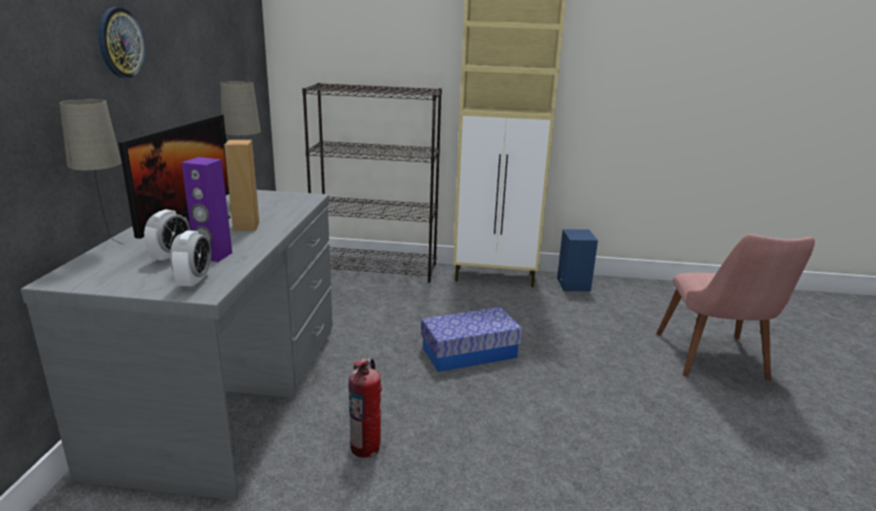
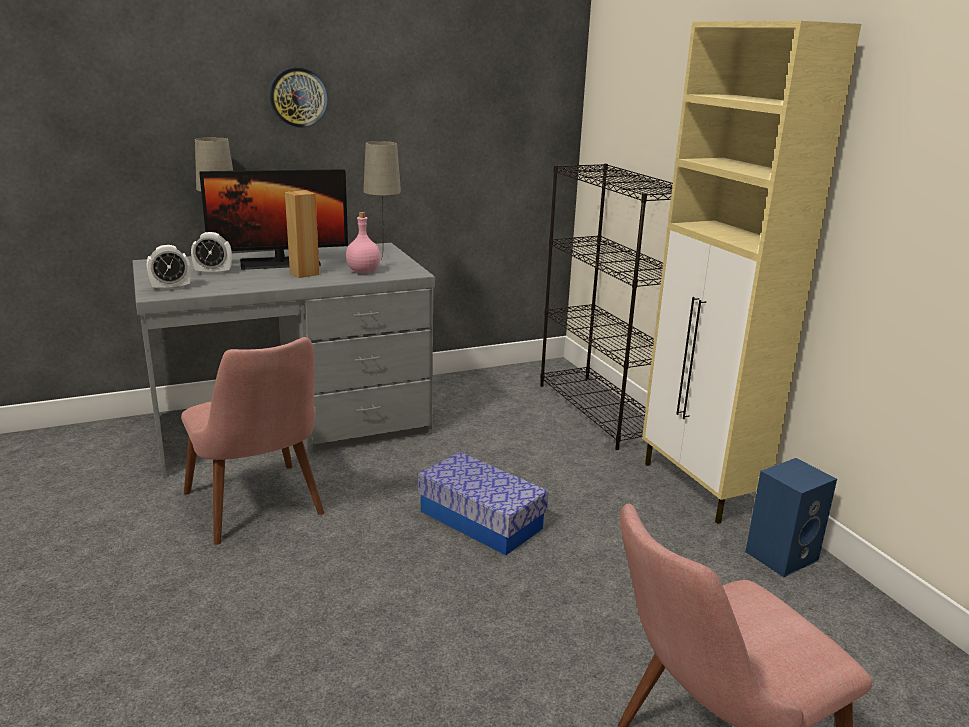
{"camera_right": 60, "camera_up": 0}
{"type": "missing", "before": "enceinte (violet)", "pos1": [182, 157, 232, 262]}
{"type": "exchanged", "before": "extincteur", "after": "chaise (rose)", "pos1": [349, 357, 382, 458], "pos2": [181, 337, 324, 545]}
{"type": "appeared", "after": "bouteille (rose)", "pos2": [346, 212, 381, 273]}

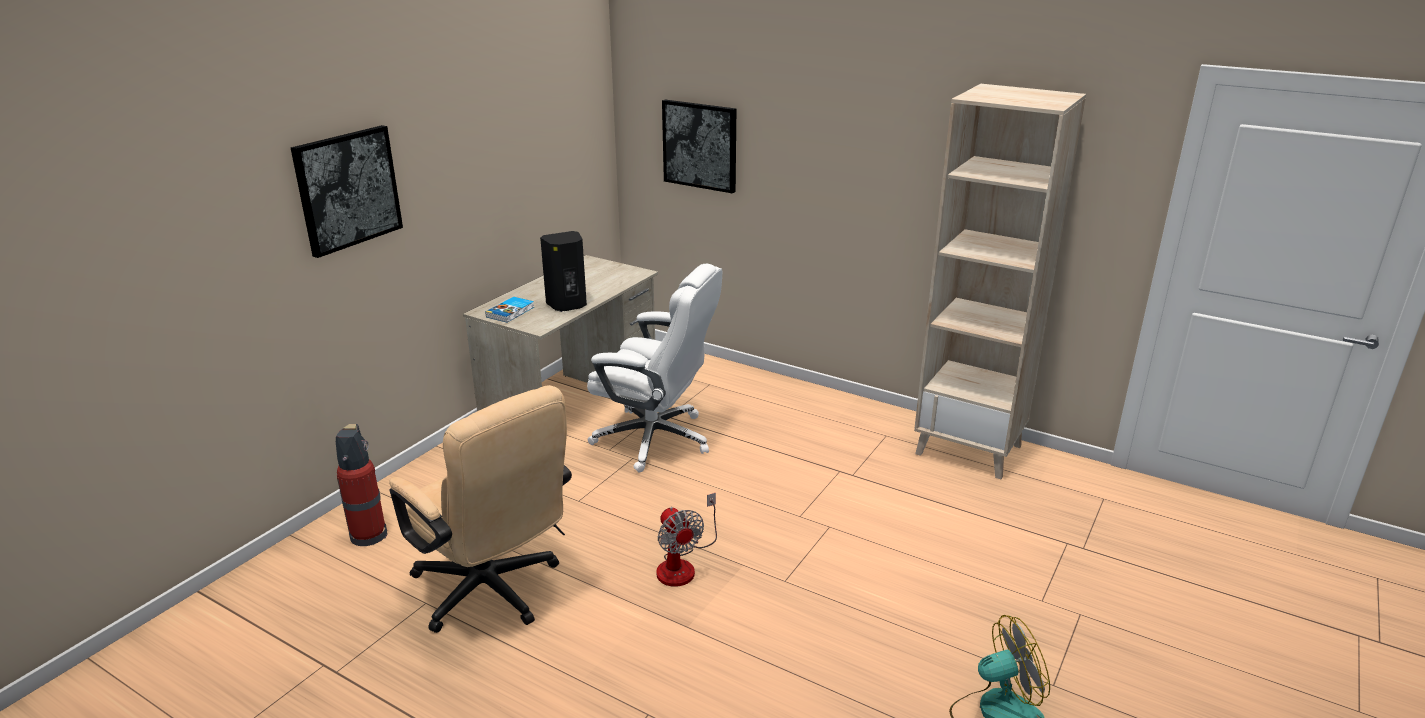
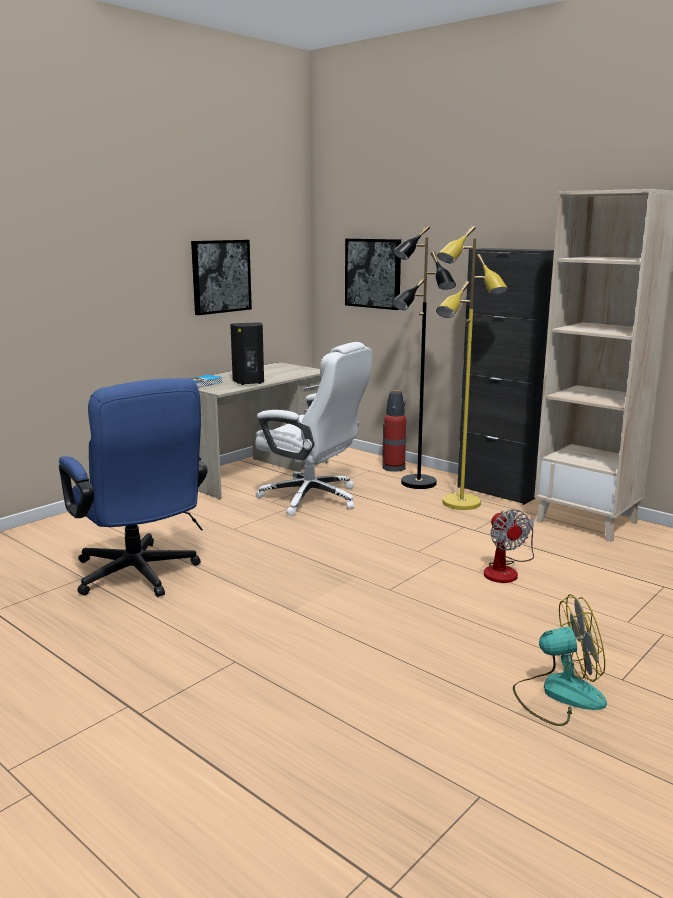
{"camera_right": 10, "camera_up": -10}
{"type": "relocated", "before": "tableau", "pos1": [291, 125, 403, 258], "pos2": [191, 240, 252, 315]}
{"type": "relocated", "before": "extincteur", "pos1": [336, 424, 388, 546], "pos2": [382, 390, 407, 472]}
{"type": "colour", "before": "chaise de bureau (beige)", "after": "chaise de bureau (bleu)", "pos1": [390, 385, 572, 633], "pos2": [59, 378, 208, 597]}
{"type": "relocated", "before": "ventilateur", "pos1": [656, 493, 717, 587], "pos2": [484, 509, 534, 583]}
{"type": "appeared", "after": "lampadaire (noir)", "pos2": [392, 225, 456, 489]}
{"type": "appeared", "after": "lampadaire (jaune)", "pos2": [436, 225, 508, 510]}
{"type": "appeared", "after": "meuble de rangement (noir)", "pos2": [457, 248, 554, 505]}

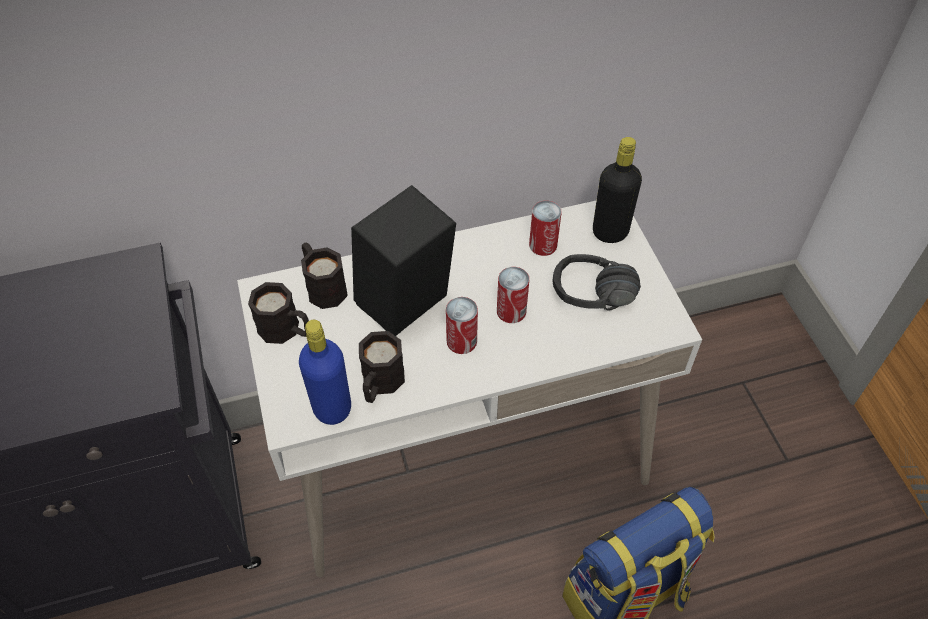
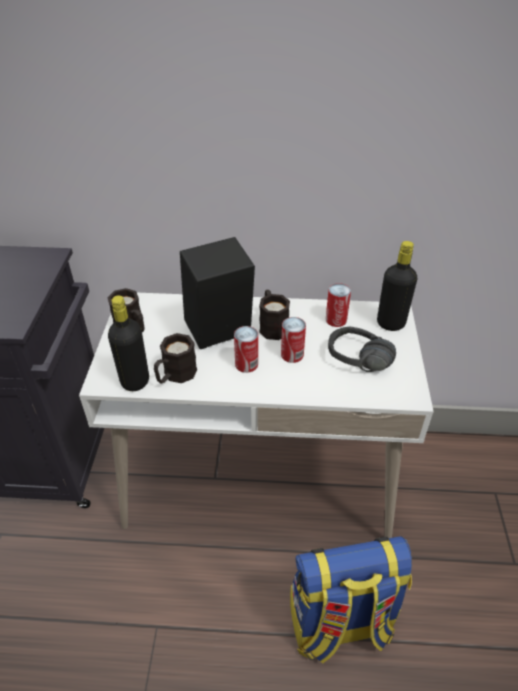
{"camera_right": 20, "camera_up": -10}
{"type": "colour", "before": "bouteille (bleu)", "after": "bouteille (noir)", "pos1": [299, 320, 351, 425], "pos2": [108, 295, 149, 391]}
{"type": "relocated", "before": "mug (noir)", "pos1": [301, 242, 348, 309], "pos2": [259, 290, 290, 340]}

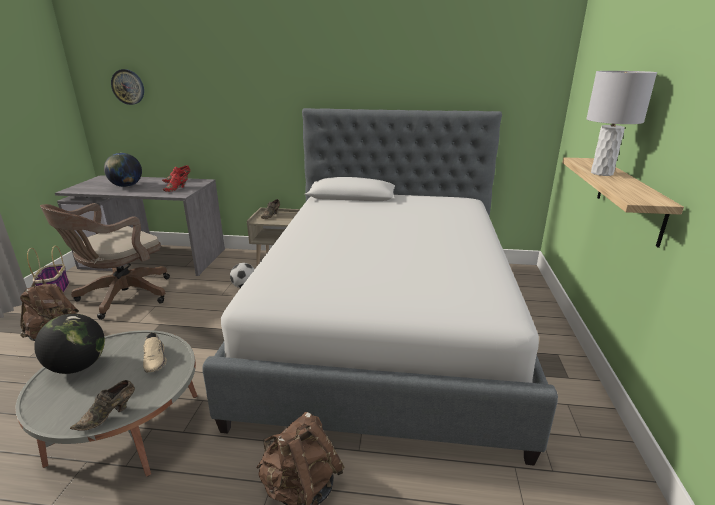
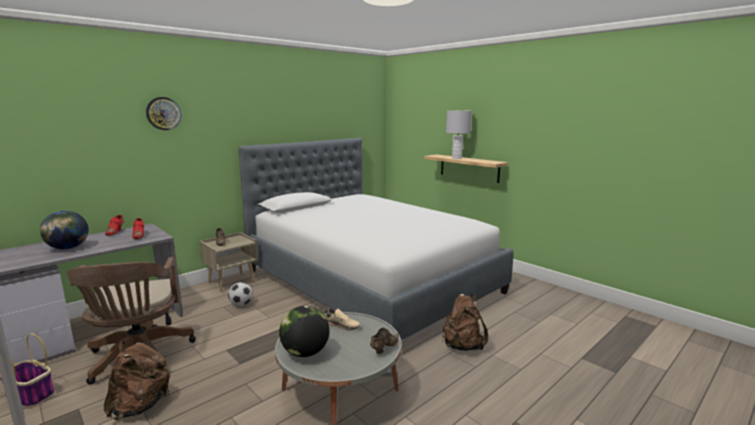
{"camera_right": -50, "camera_up": -10}
{"type": "spun", "before": "chaussure (marron)", "pos1": [70, 380, 135, 431], "pos2": [370, 328, 399, 354], "turn": -135}
{"type": "relocated", "before": "horloge murale", "pos1": [111, 69, 144, 105], "pos2": [146, 97, 182, 130]}

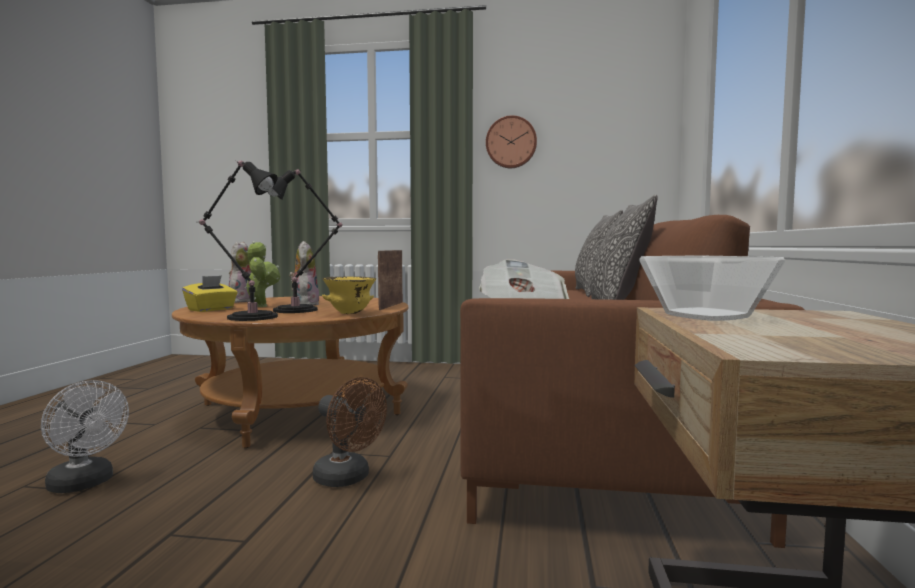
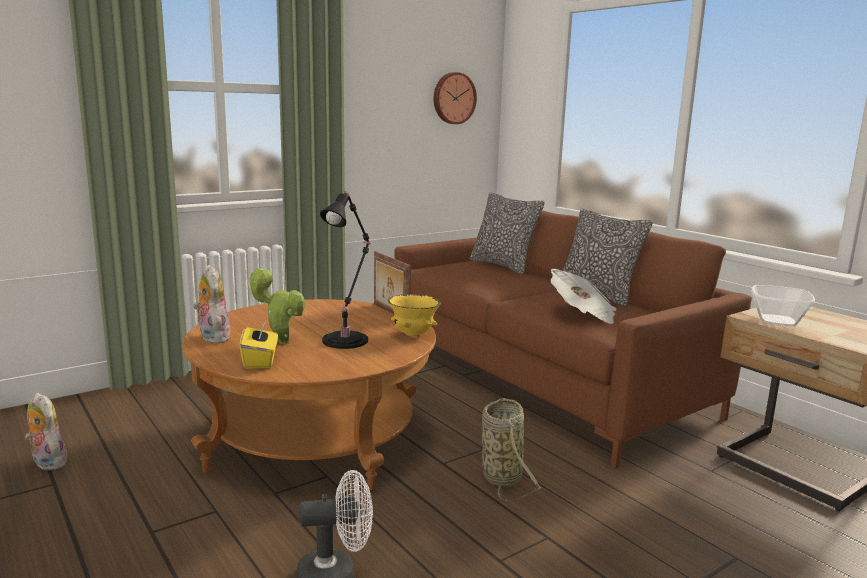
{"camera_right": -45, "camera_up": 10}
{"type": "missing", "before": "lampe de table (noir)", "pos1": [199, 161, 278, 321]}
{"type": "relocated", "before": "peluche", "pos1": [289, 241, 319, 306], "pos2": [25, 393, 67, 470]}
{"type": "exchanged", "before": "ventilateur (marron)", "after": "panier", "pos1": [313, 377, 387, 487], "pos2": [482, 398, 541, 501]}
{"type": "relocated", "before": "horloge murale", "pos1": [486, 115, 537, 168], "pos2": [434, 72, 477, 124]}

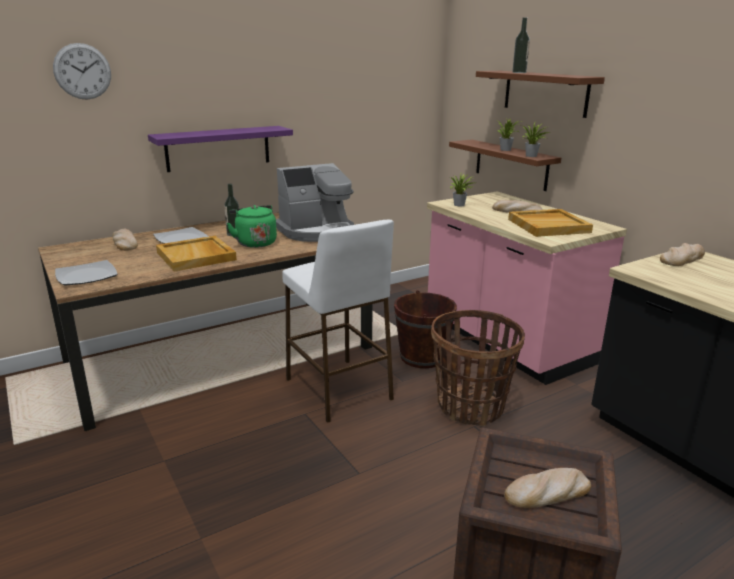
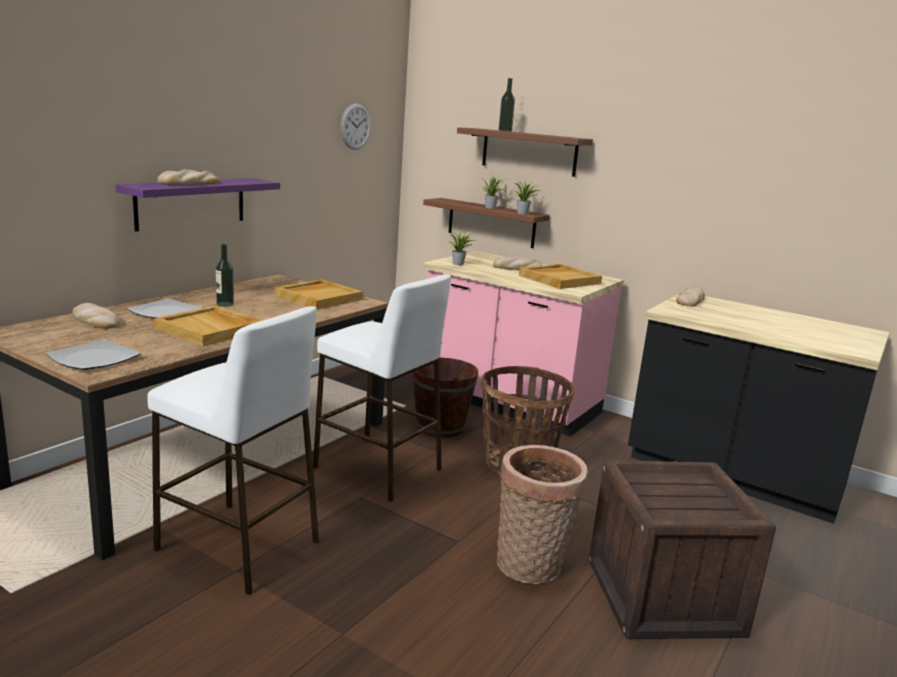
{"camera_right": -25, "camera_up": -5}
{"type": "relocated", "before": "horloge murale", "pos1": [53, 43, 111, 100], "pos2": [341, 103, 371, 150]}
{"type": "missing", "before": "bouilloire (vert)", "pos1": [227, 205, 277, 248]}
{"type": "exchanged", "before": "machine à café", "after": "plateau (beige)", "pos1": [276, 163, 354, 242], "pos2": [275, 279, 363, 310]}
{"type": "relocated", "before": "pain", "pos1": [504, 468, 591, 508], "pos2": [157, 169, 220, 185]}
{"type": "appeared", "after": "tabouret (blanc)", "pos2": [147, 306, 319, 595]}
{"type": "appeared", "after": "panier", "pos2": [497, 445, 588, 584]}

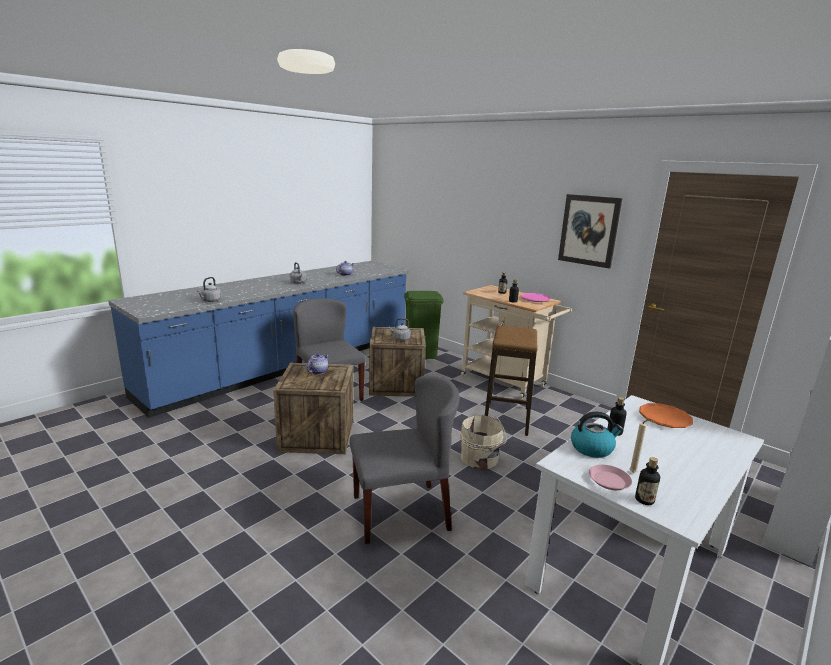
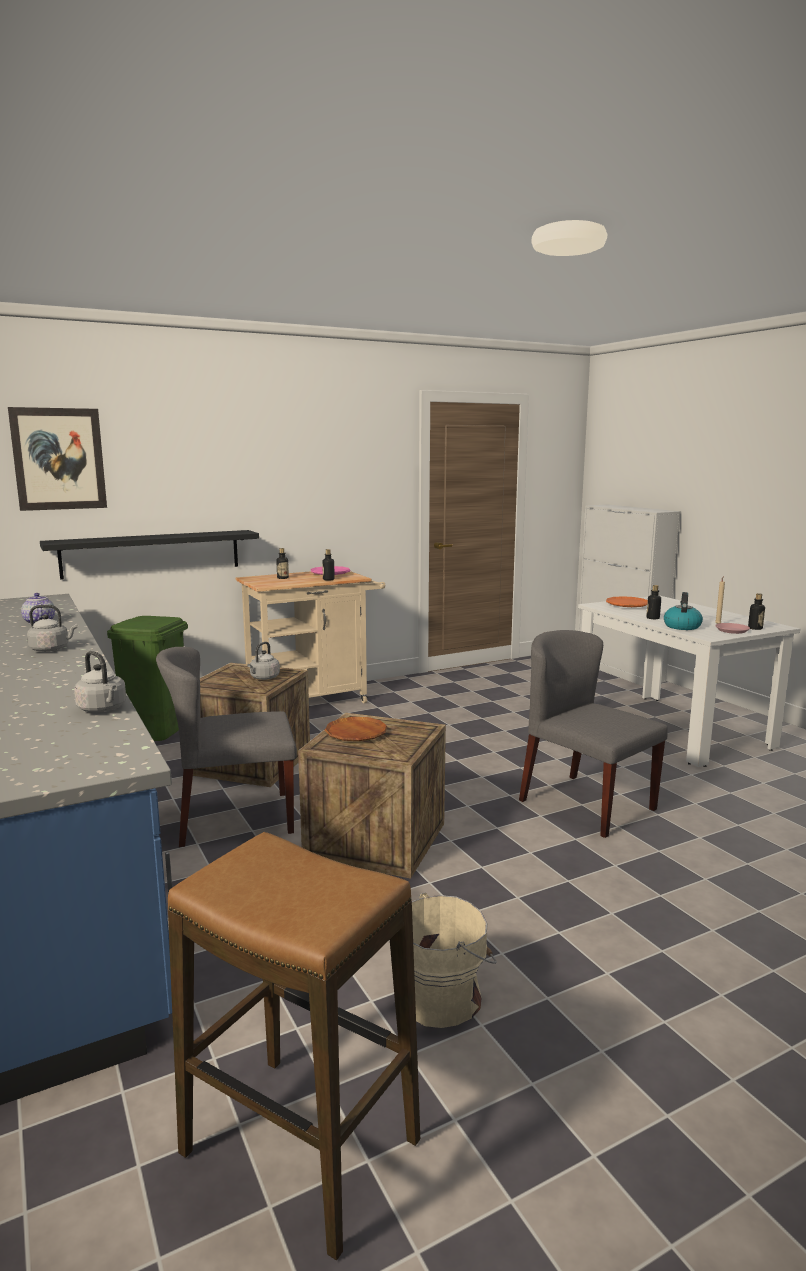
{"camera_right": -70, "camera_up": -5}
{"type": "exchanged", "before": "théière", "after": "assiette (marron)", "pos1": [306, 353, 329, 374], "pos2": [325, 717, 387, 741]}
{"type": "spun", "before": "chaise (gris)", "pos1": [349, 375, 460, 544], "pos2": [519, 630, 668, 838], "turn": -45}
{"type": "relocated", "before": "seau (beige)", "pos1": [460, 415, 507, 469], "pos2": [412, 892, 497, 1028]}
{"type": "relocated", "before": "tabouret", "pos1": [485, 325, 538, 436], "pos2": [168, 832, 420, 1260]}
{"type": "relocated", "before": "tableau", "pos1": [558, 194, 622, 269], "pos2": [8, 407, 107, 511]}
{"type": "appeared", "after": "étagère (noir)", "pos2": [40, 530, 259, 580]}

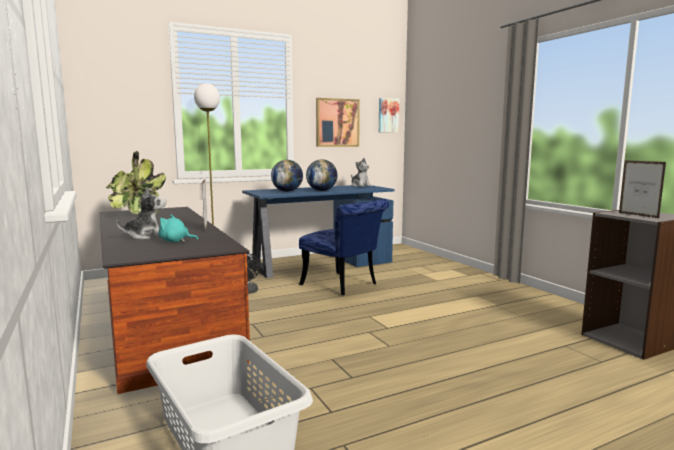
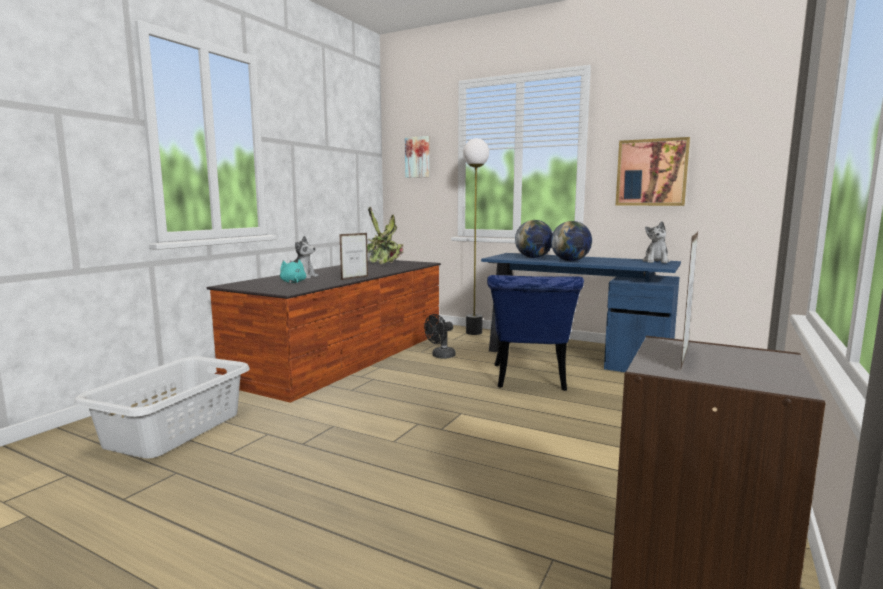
{"camera_right": 55, "camera_up": 0}
{"type": "relocated", "before": "tableau", "pos1": [379, 98, 399, 133], "pos2": [405, 136, 429, 178]}

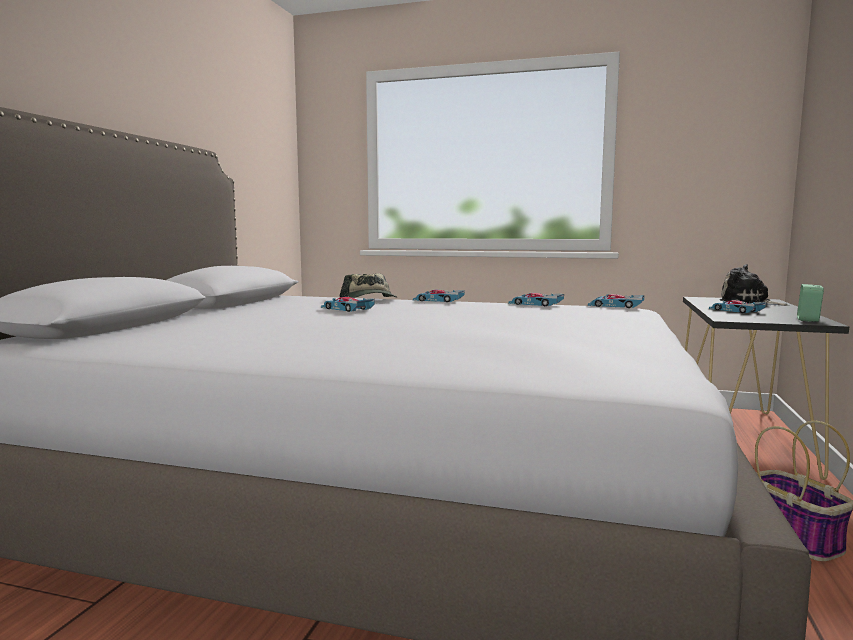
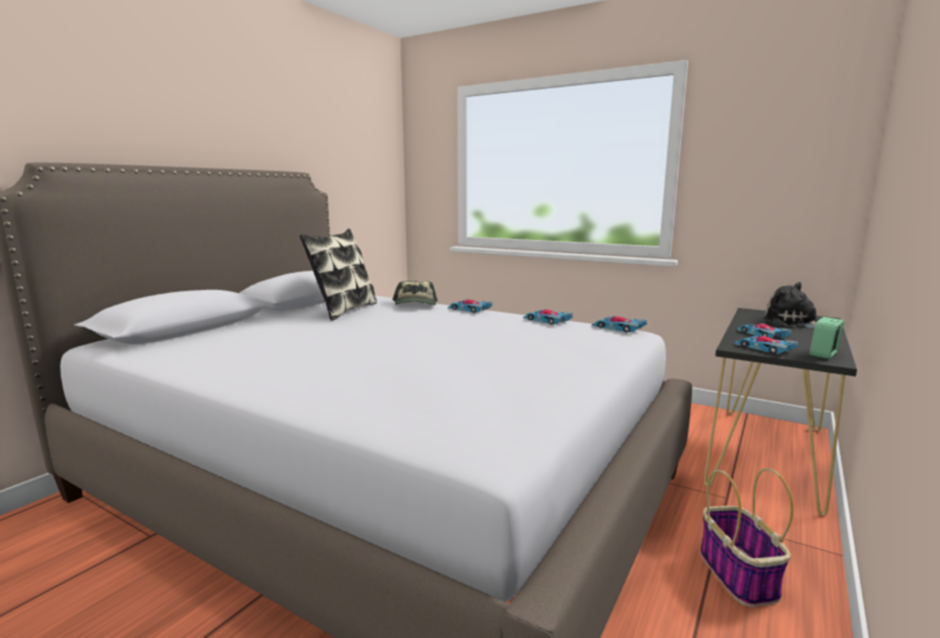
{"camera_right": 15, "camera_up": 5}
{"type": "relocated", "before": "petite voiture", "pos1": [321, 297, 375, 312], "pos2": [734, 335, 798, 354]}
{"type": "appeared", "after": "coussin", "pos2": [300, 229, 377, 320]}

